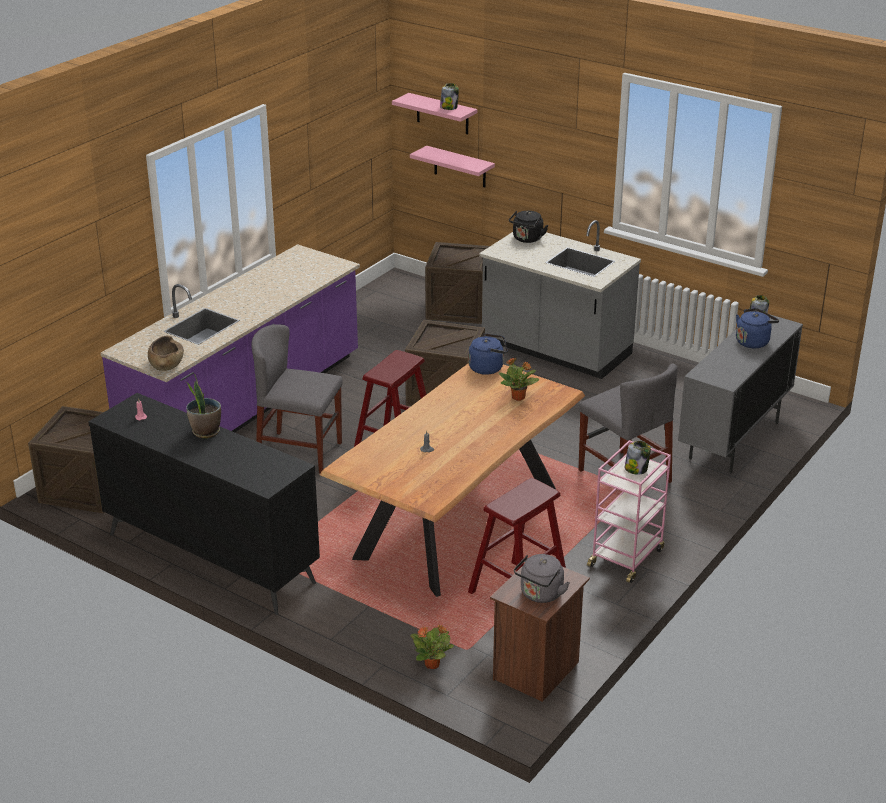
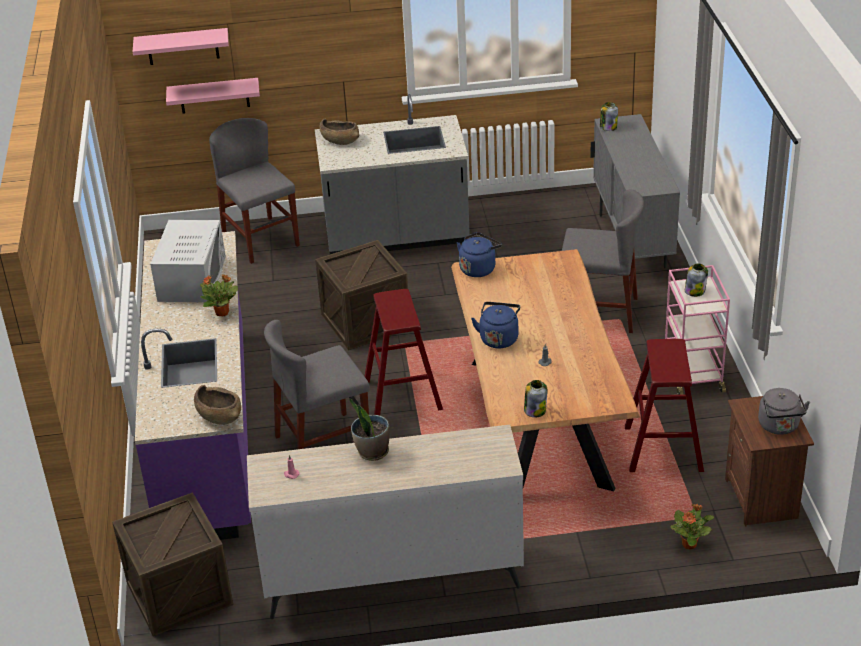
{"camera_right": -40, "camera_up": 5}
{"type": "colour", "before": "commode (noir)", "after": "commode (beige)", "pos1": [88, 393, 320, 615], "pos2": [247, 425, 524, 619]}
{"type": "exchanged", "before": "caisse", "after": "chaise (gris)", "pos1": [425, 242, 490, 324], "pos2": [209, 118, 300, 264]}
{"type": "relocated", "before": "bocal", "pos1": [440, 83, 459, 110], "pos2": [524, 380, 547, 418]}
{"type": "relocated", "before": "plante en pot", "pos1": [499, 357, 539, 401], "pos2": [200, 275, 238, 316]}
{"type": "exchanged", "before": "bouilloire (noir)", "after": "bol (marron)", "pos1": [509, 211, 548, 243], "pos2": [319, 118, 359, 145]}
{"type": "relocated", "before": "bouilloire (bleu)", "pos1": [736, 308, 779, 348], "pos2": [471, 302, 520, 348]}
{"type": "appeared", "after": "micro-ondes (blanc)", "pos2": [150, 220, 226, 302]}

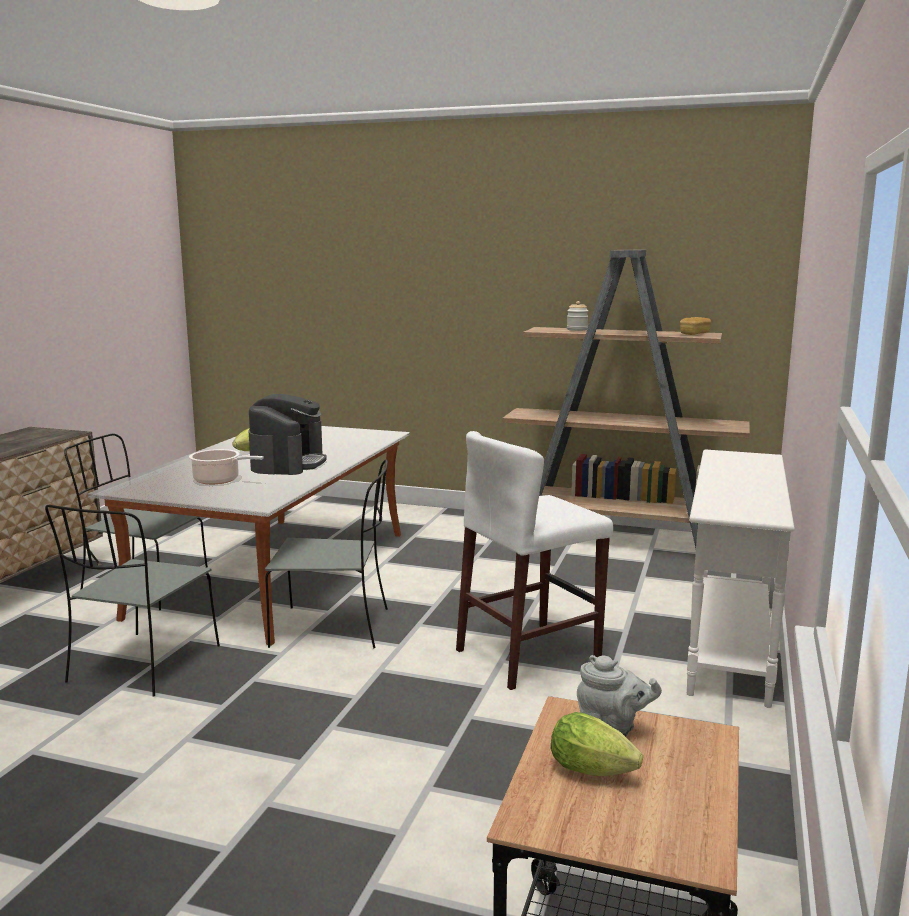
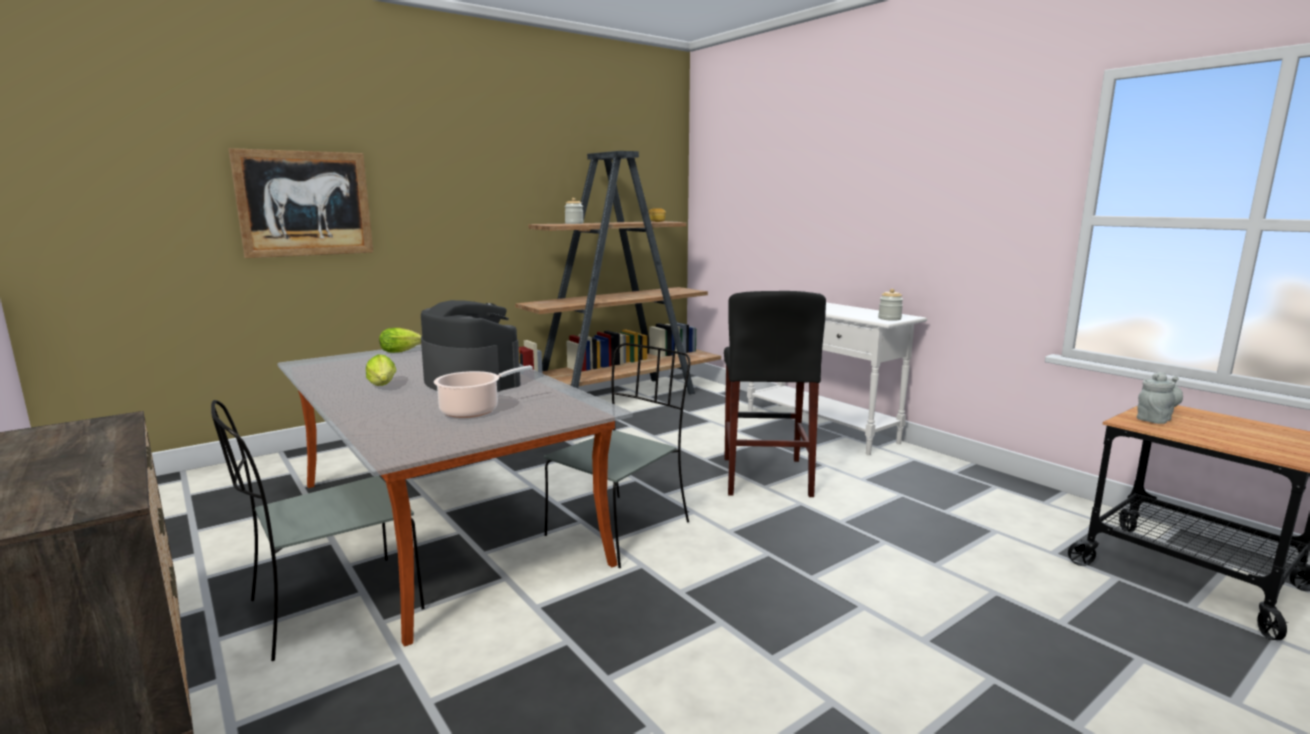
{"camera_right": -55, "camera_up": 0}
{"type": "missing", "before": "chaise (gris)", "pos1": [45, 505, 220, 697]}
{"type": "colour", "before": "tabouret (blanc)", "after": "tabouret (noir)", "pos1": [456, 431, 613, 690], "pos2": [724, 291, 826, 497]}
{"type": "relocated", "before": "laitue", "pos1": [551, 712, 643, 776], "pos2": [379, 328, 421, 353]}
{"type": "appeared", "after": "tableau", "pos2": [229, 148, 373, 258]}
{"type": "appeared", "after": "bocal", "pos2": [878, 289, 903, 321]}

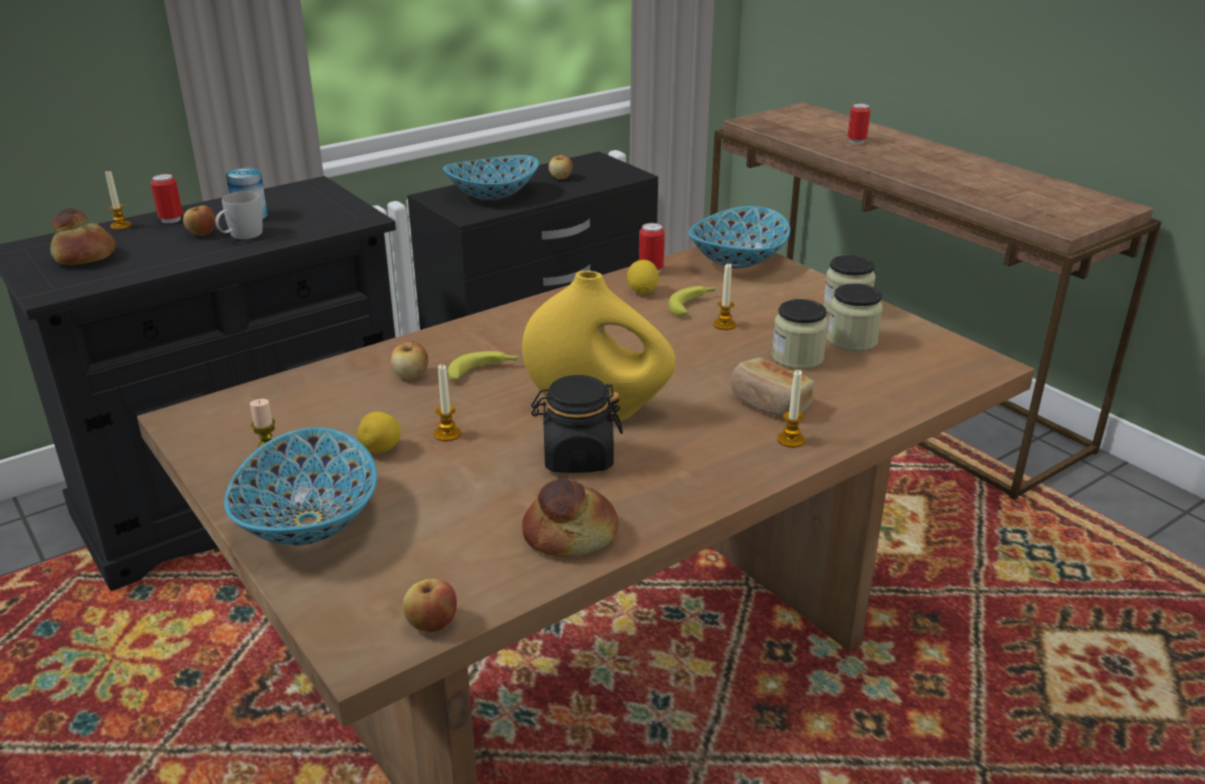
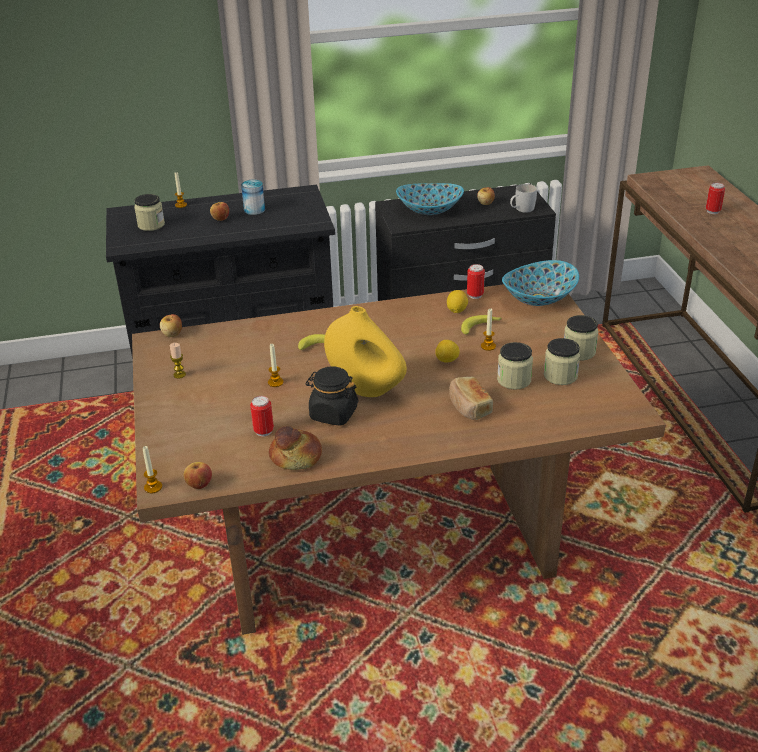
{"camera_right": 25, "camera_up": 5}
{"type": "exchanged", "before": "pain", "after": "bocal", "pos1": [50, 208, 116, 265], "pos2": [134, 194, 165, 231]}
{"type": "relocated", "before": "boîte métallique", "pos1": [151, 174, 183, 223], "pos2": [250, 396, 274, 437]}
{"type": "relocated", "before": "mug (blanc)", "pos1": [215, 191, 263, 239], "pos2": [510, 184, 537, 213]}
{"type": "missing", "before": "bol", "pos1": [224, 428, 377, 546]}
{"type": "relocated", "before": "citron", "pos1": [357, 412, 401, 453], "pos2": [435, 340, 460, 362]}
{"type": "relocated", "before": "pomme", "pos1": [390, 341, 428, 379], "pos2": [160, 314, 182, 337]}
{"type": "relocated", "before": "bougie", "pos1": [777, 369, 805, 448], "pos2": [143, 446, 162, 493]}

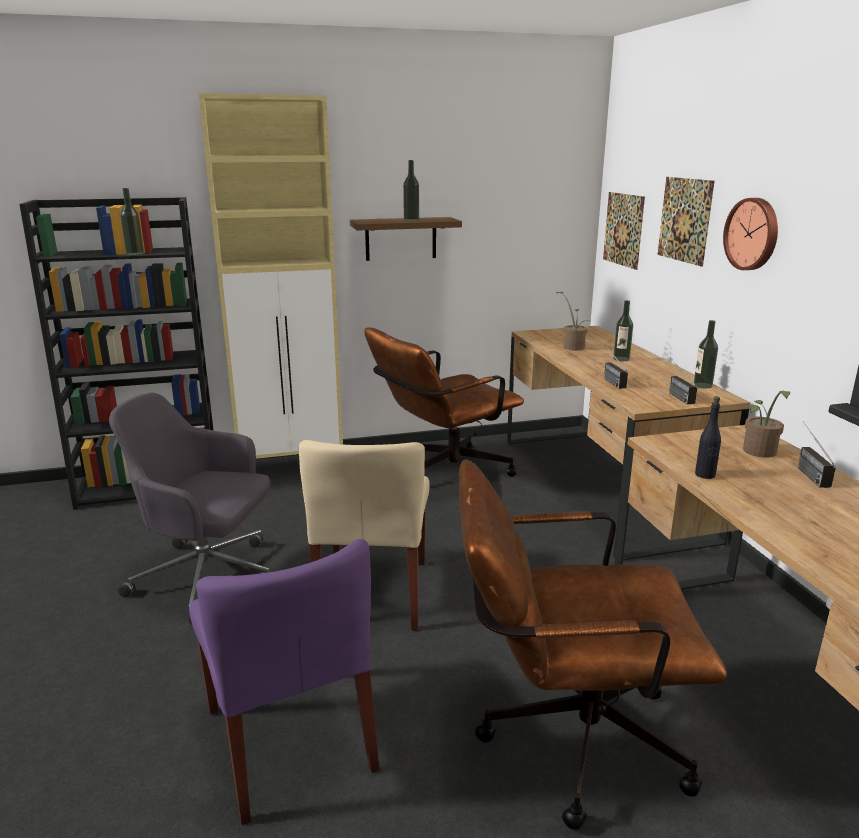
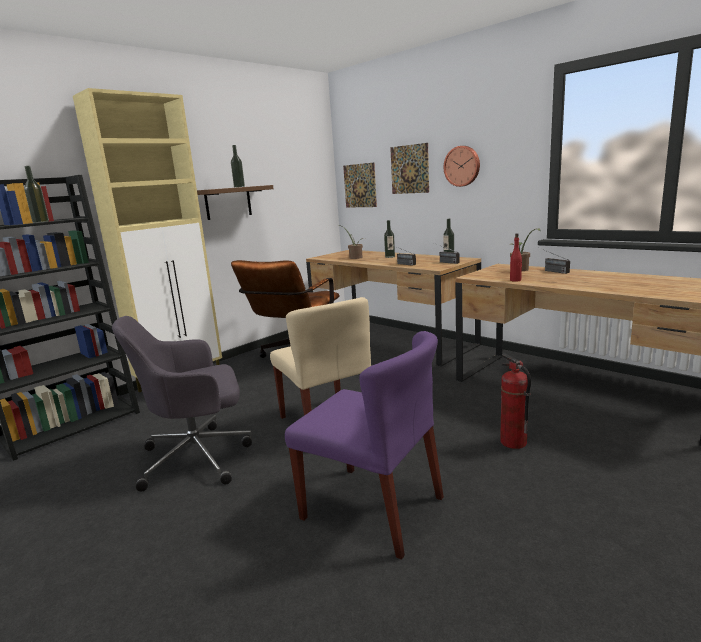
{"camera_right": -30, "camera_up": -5}
{"type": "exchanged", "before": "chaise de bureau (marron)", "after": "extincteur", "pos1": [459, 460, 727, 830], "pos2": [500, 354, 531, 449]}
{"type": "colour", "before": "bouteille (noir)", "after": "bouteille (rouge)", "pos1": [695, 396, 721, 479], "pos2": [510, 233, 522, 282]}

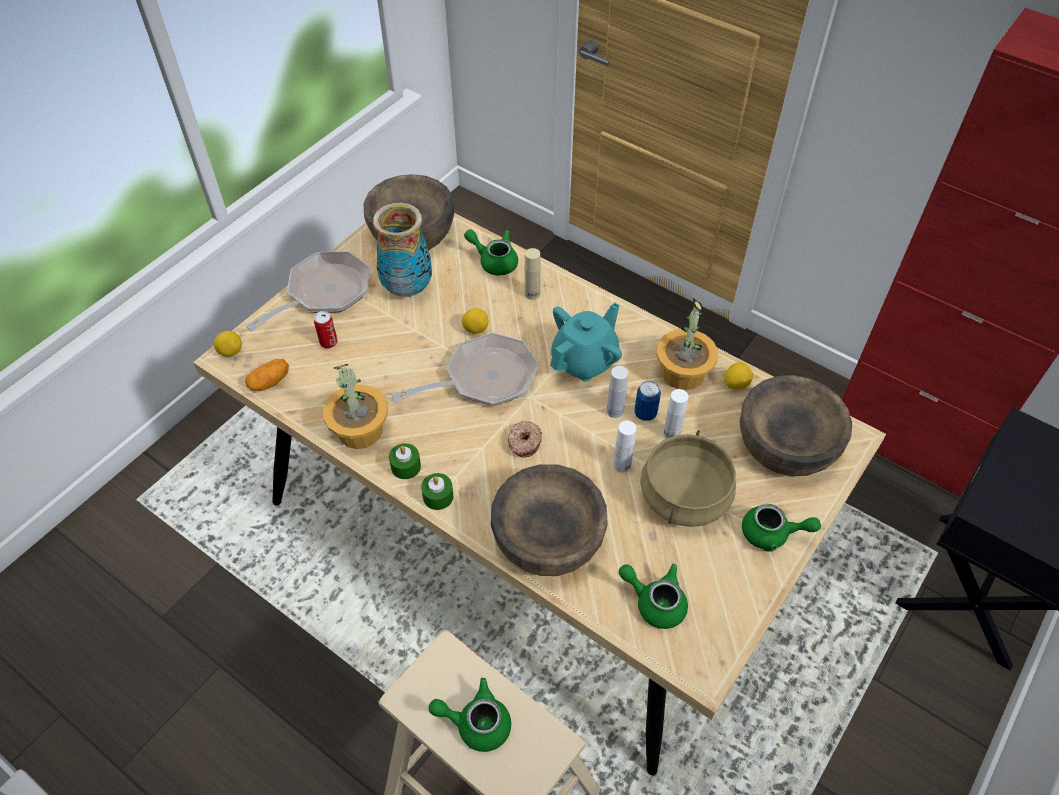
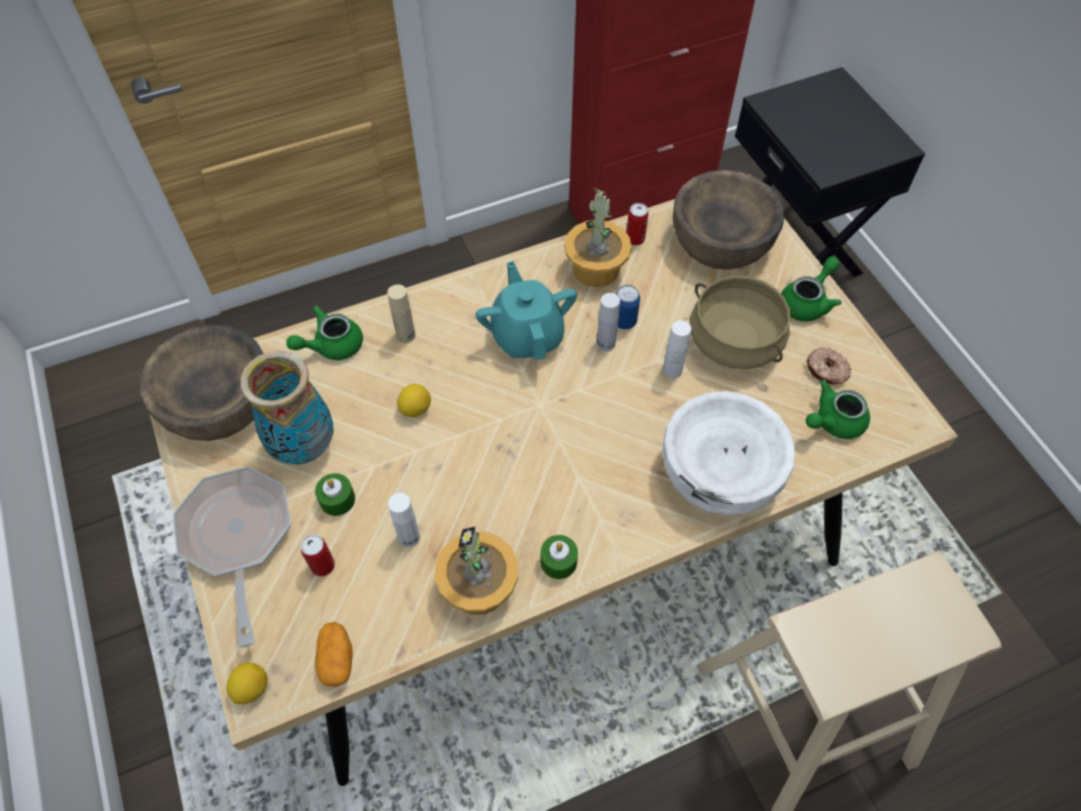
{"camera_right": -60, "camera_up": 5}
{"type": "missing", "before": "poêle", "pos1": [392, 333, 539, 406]}
{"type": "relocated", "before": "bougie (vert)", "pos1": [421, 473, 453, 510], "pos2": [315, 473, 355, 516]}
{"type": "missing", "before": "théière (vert)", "pos1": [429, 678, 511, 752]}
{"type": "colour", "before": "bol (marron)", "after": "bol (blanc)", "pos1": [491, 464, 608, 576], "pos2": [662, 391, 795, 516]}
{"type": "relocated", "before": "beignet", "pos1": [508, 420, 542, 458], "pos2": [806, 347, 851, 384]}
{"type": "relocated", "before": "bouteille (blanc)", "pos1": [663, 389, 688, 439], "pos2": [388, 493, 420, 547]}
{"type": "exchanged", "before": "citron", "after": "boîte métallique", "pos1": [724, 362, 753, 390], "pos2": [626, 203, 649, 245]}

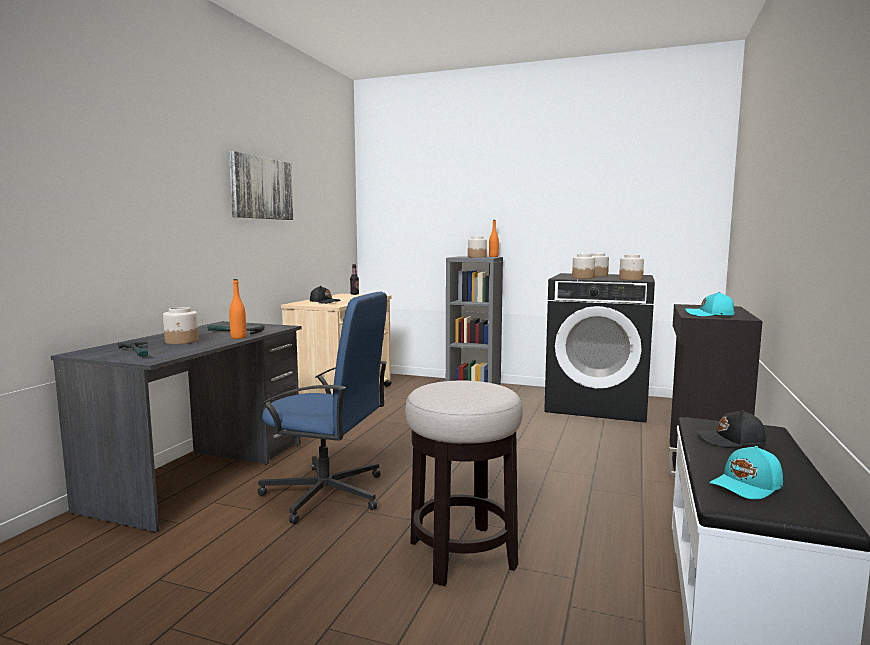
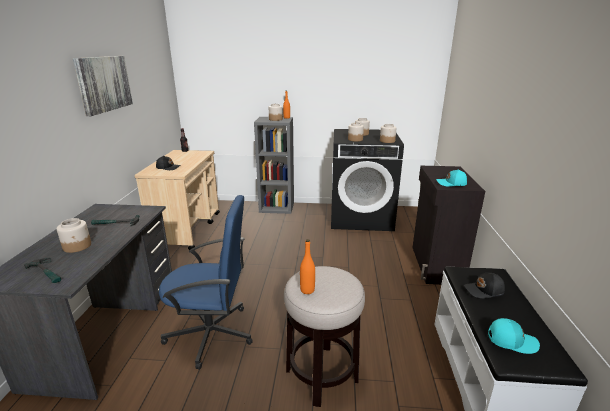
{"camera_right": -15, "camera_up": 15}
{"type": "relocated", "before": "bouteille (orange)", "pos1": [229, 279, 246, 339], "pos2": [300, 239, 315, 294]}
{"type": "spun", "before": "casquette (turquoise)", "pos1": [710, 446, 783, 500], "pos2": [488, 318, 540, 354], "turn": -120}

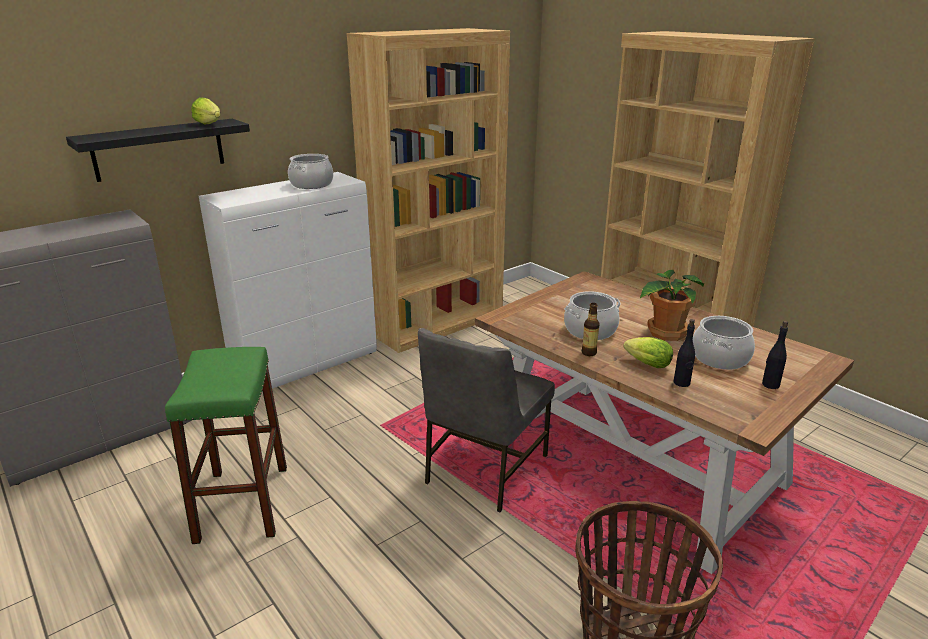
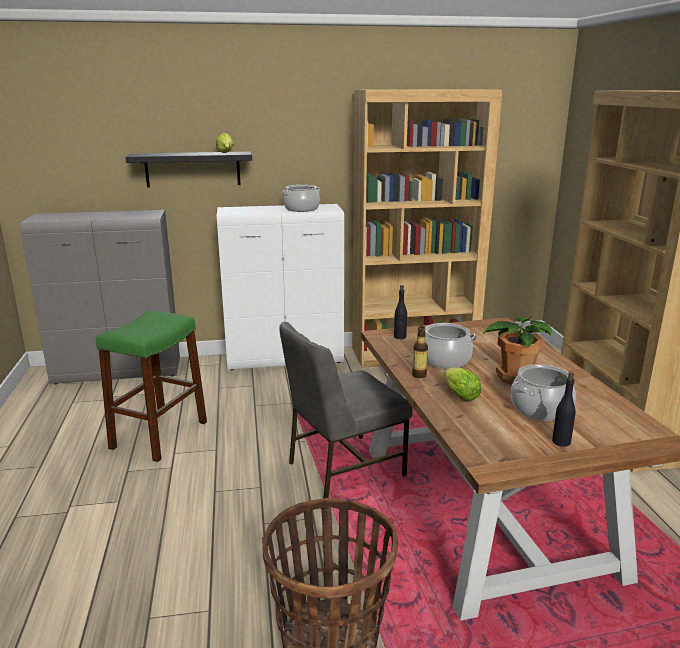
{"camera_right": 30, "camera_up": -5}
{"type": "relocated", "before": "bouteille (noir)", "pos1": [673, 319, 695, 387], "pos2": [394, 285, 407, 339]}

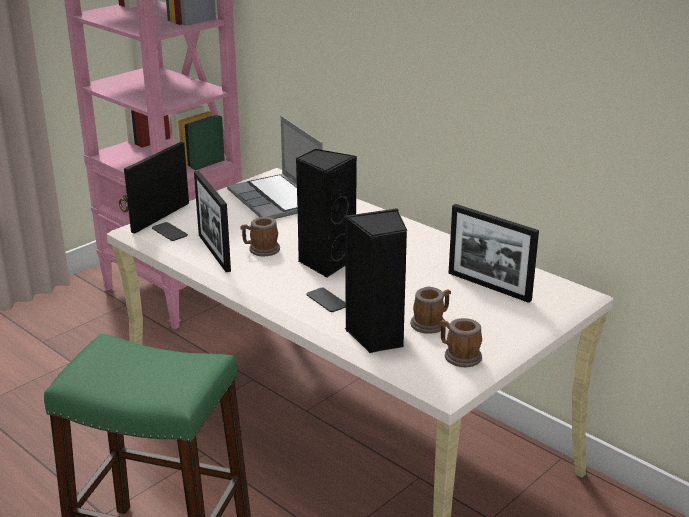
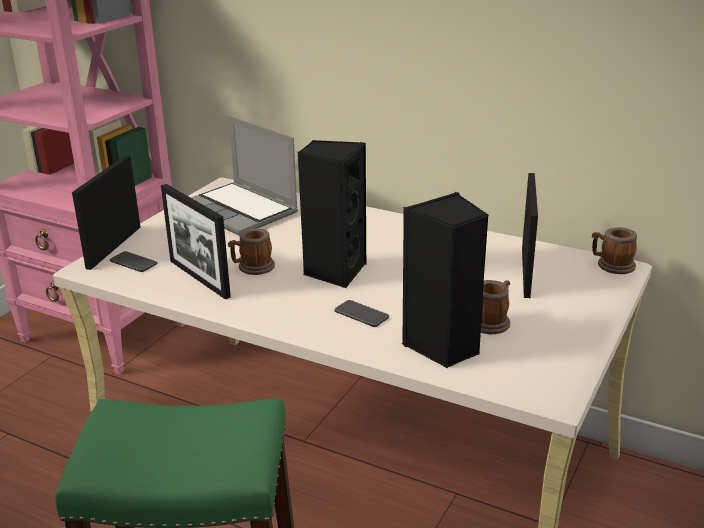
{"camera_right": -15, "camera_up": 0}
{"type": "relocated", "before": "mug", "pos1": [439, 318, 482, 367], "pos2": [592, 227, 637, 274]}
{"type": "spun", "before": "cadre photo", "pos1": [449, 204, 539, 303], "pos2": [522, 173, 538, 298], "turn": -105}

